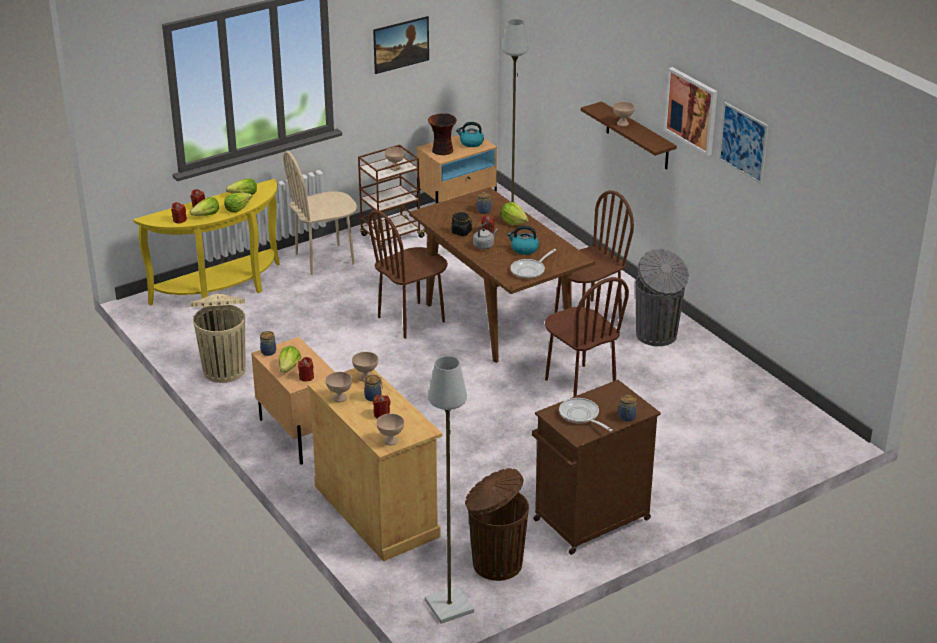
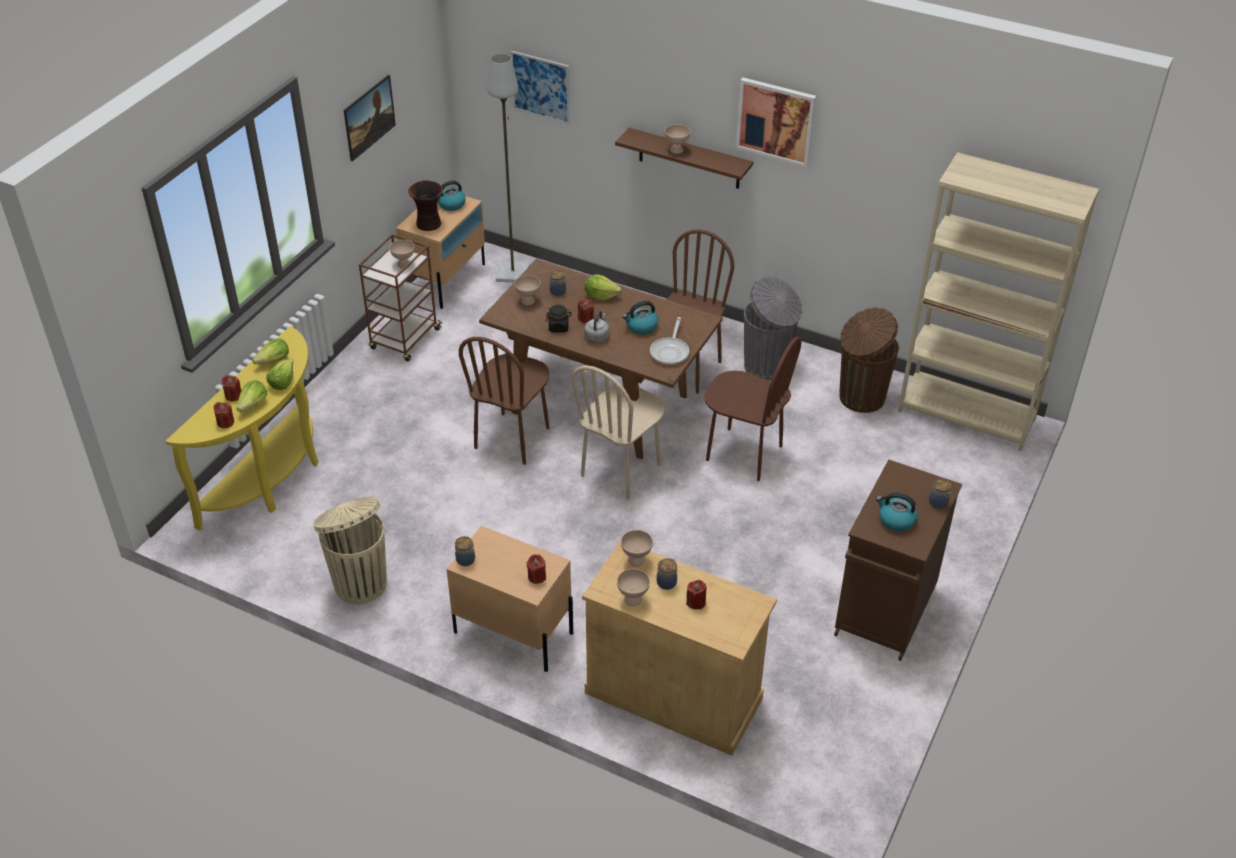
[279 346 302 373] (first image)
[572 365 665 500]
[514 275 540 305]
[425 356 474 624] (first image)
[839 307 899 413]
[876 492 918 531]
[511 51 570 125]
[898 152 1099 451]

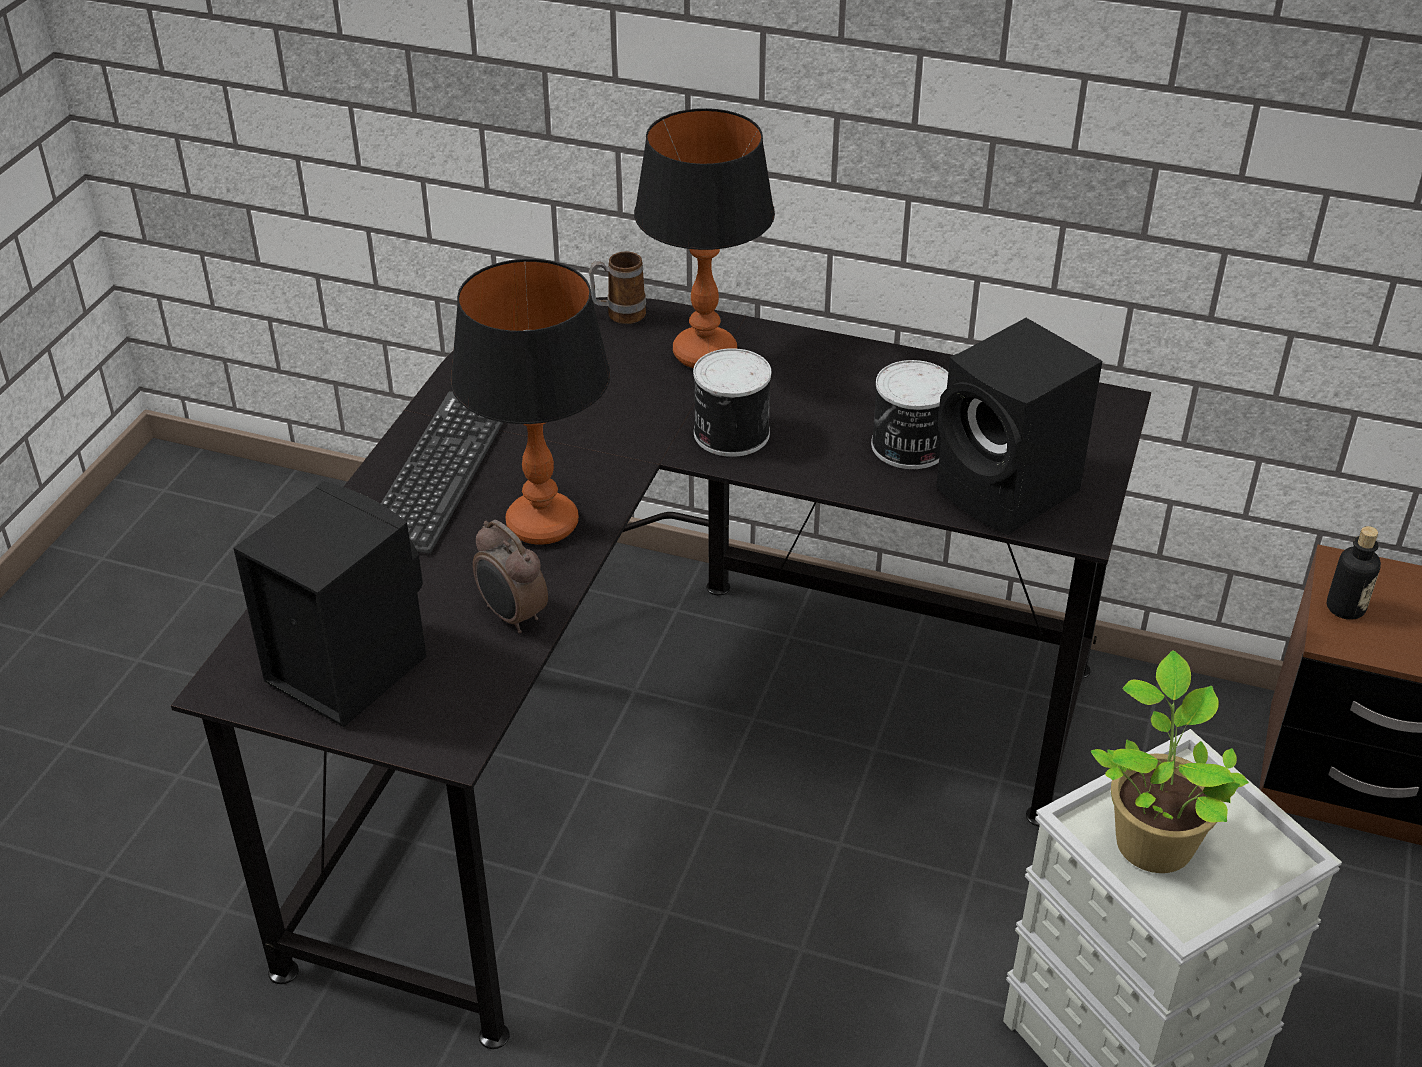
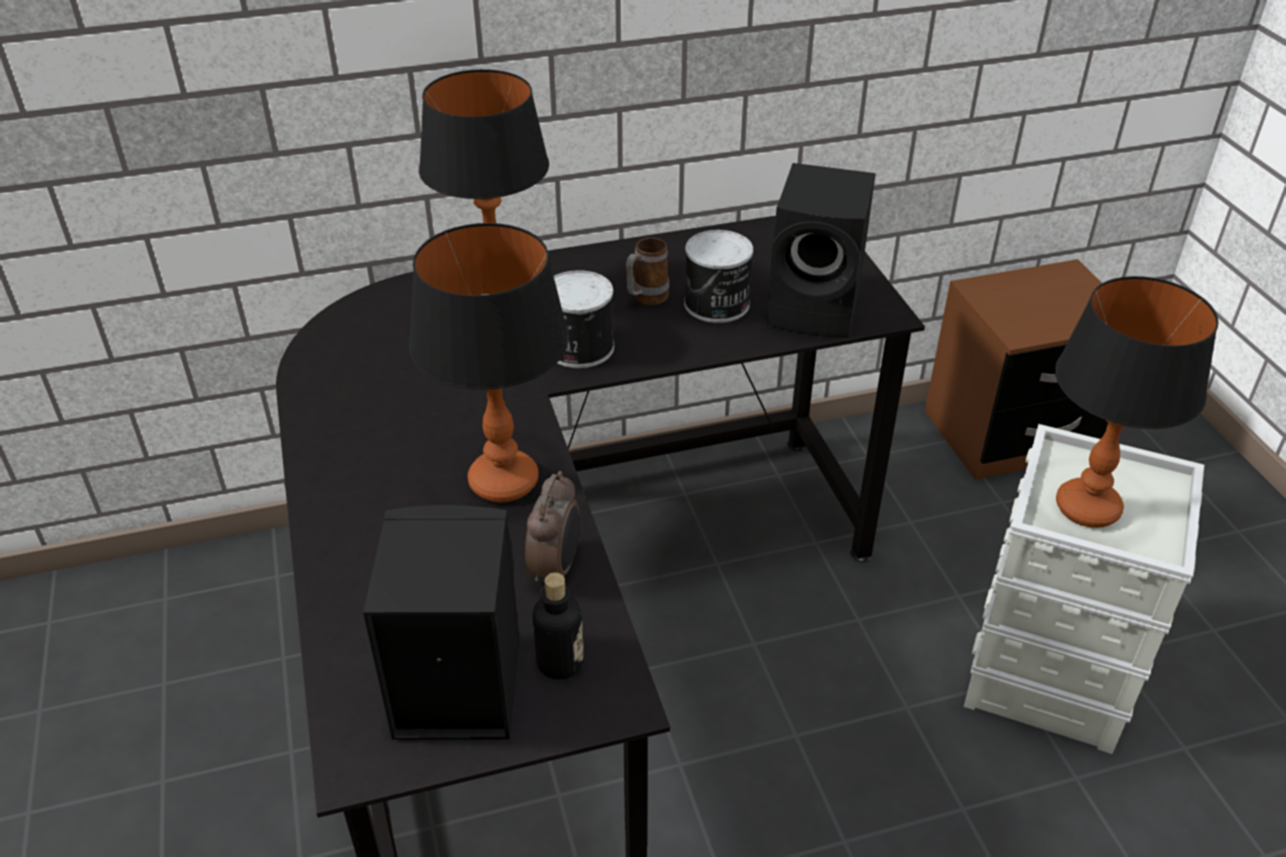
[381 391 503 554] (first image)
[525 471 580 581]
[626 237 669 305]
[1055 276 1219 528]
[533 573 584 680]

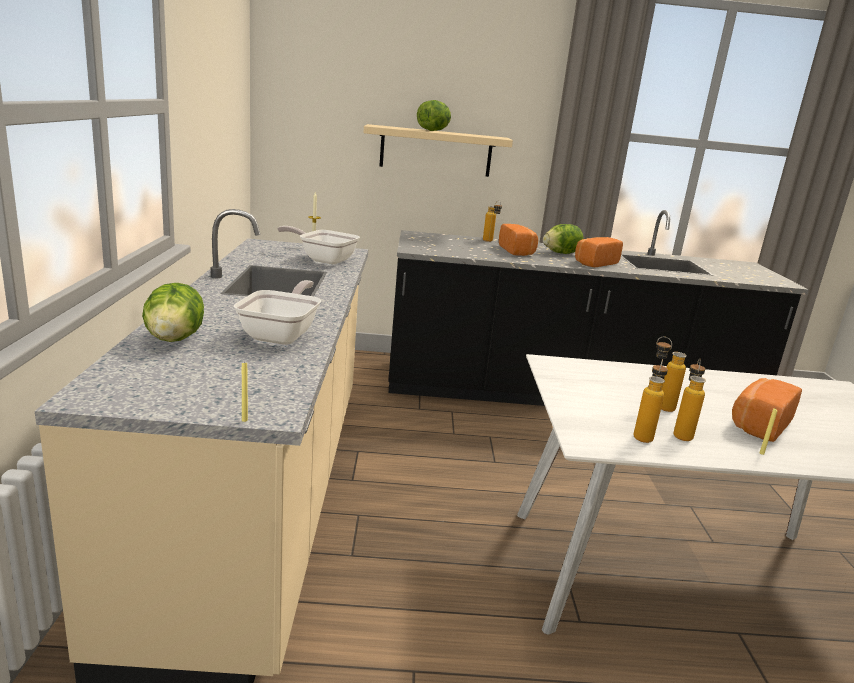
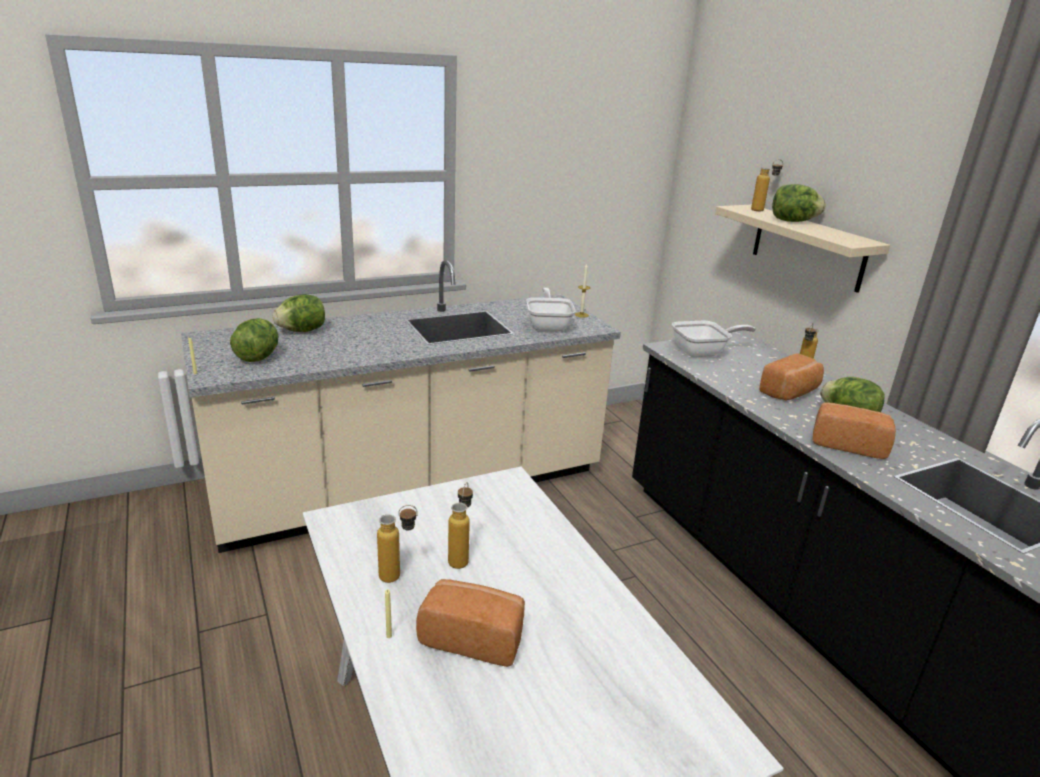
[672 321 756 358]
[751 159 783 211]
[230 318 279 362]

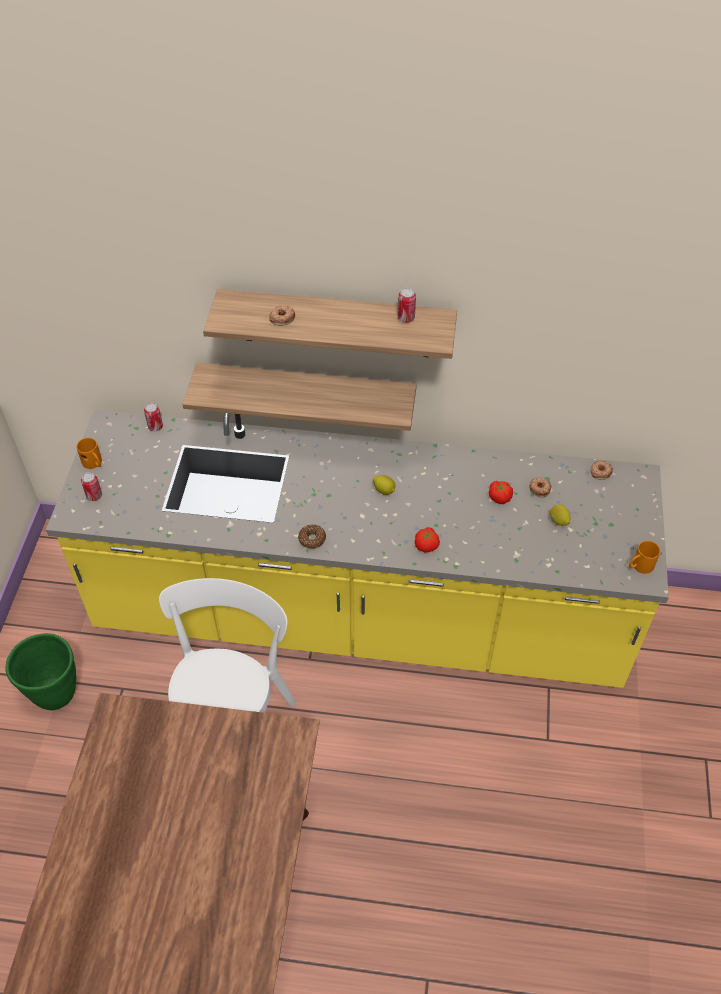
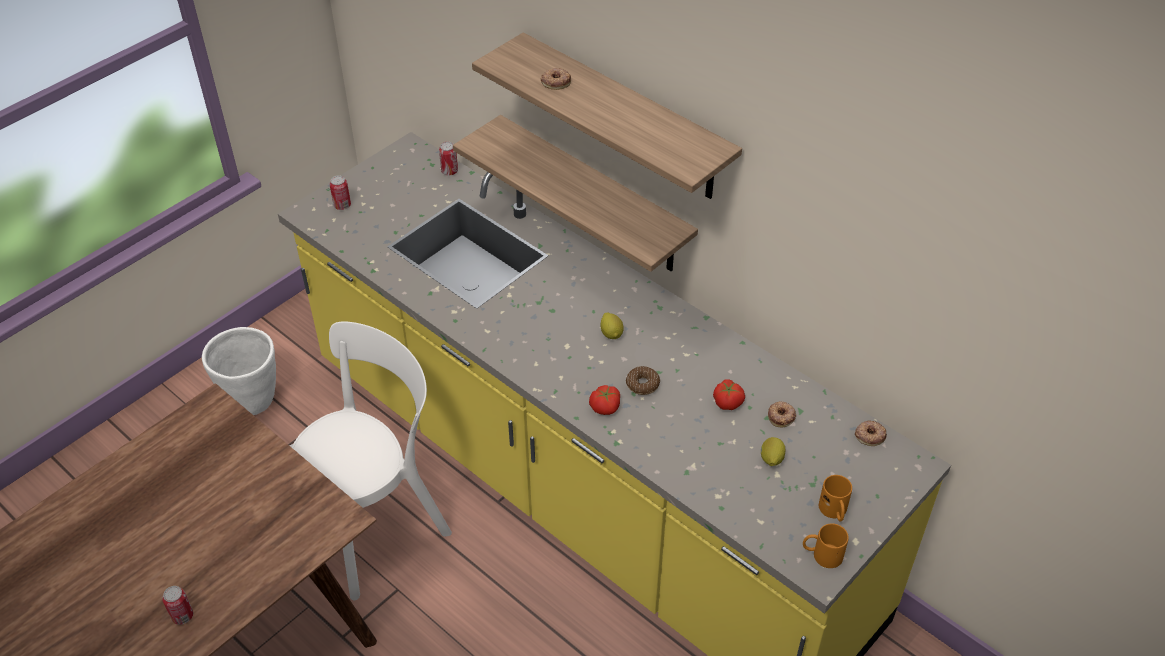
[202 327 276 415]
[819 475 852 521]
[626 366 660 395]
[162 586 193 625]

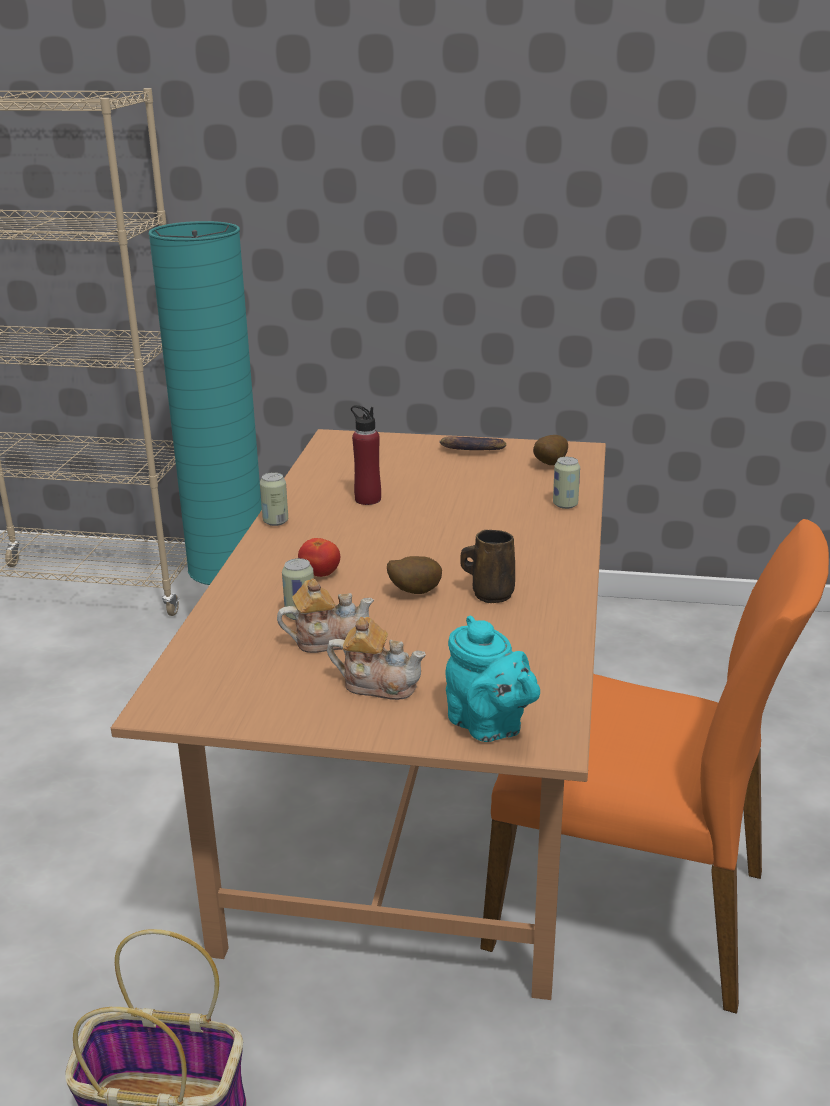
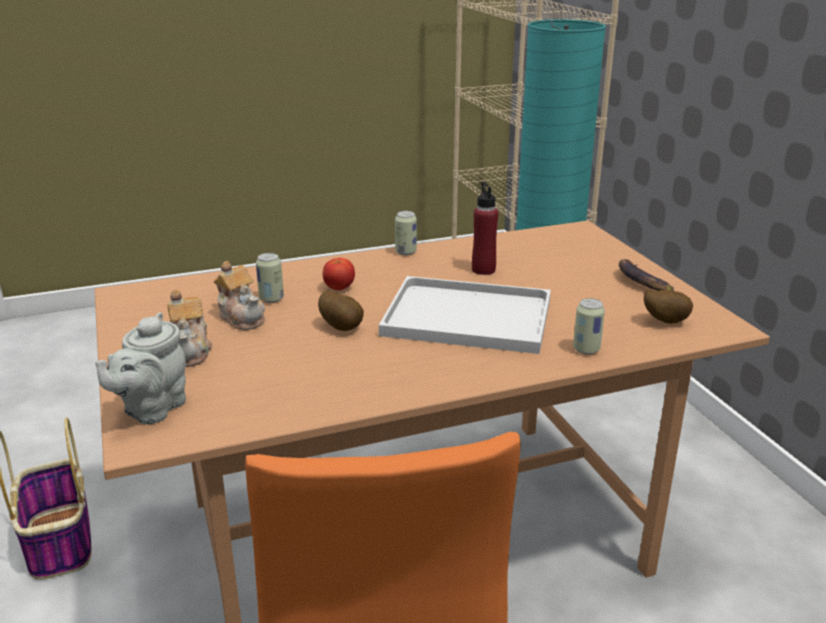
[95 312 186 424]
[460 530 515 603] (first image)
[379 276 551 354]

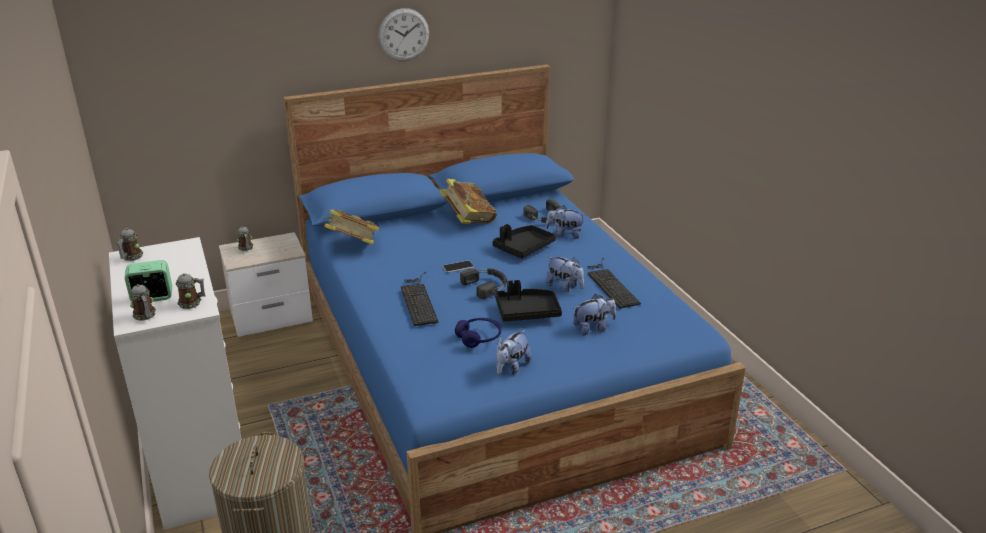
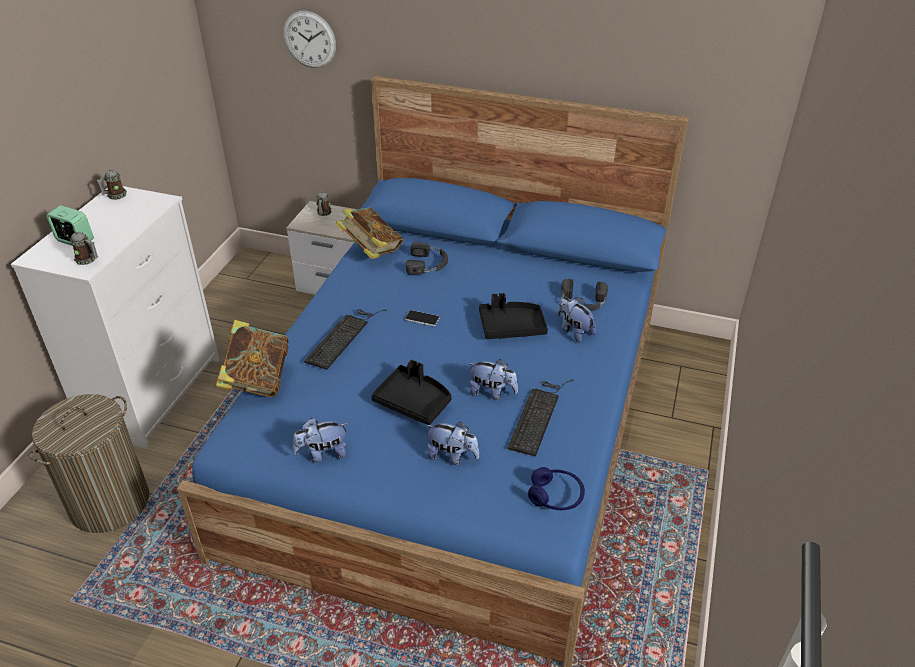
[130 284 156 321] (first image)
[283 11 336 68]
[216 320 289 397]
[528 467 585 510]
[406 242 448 275]
[468 359 518 400]

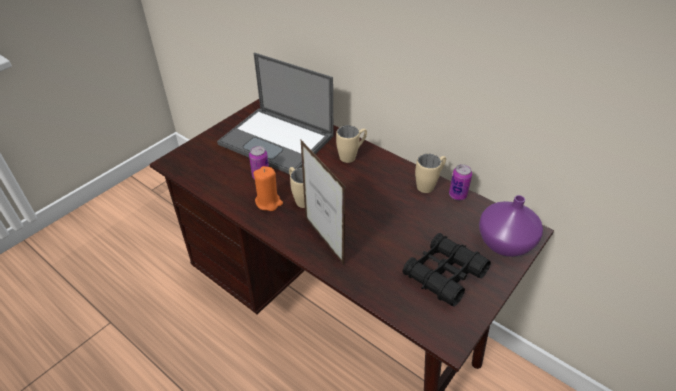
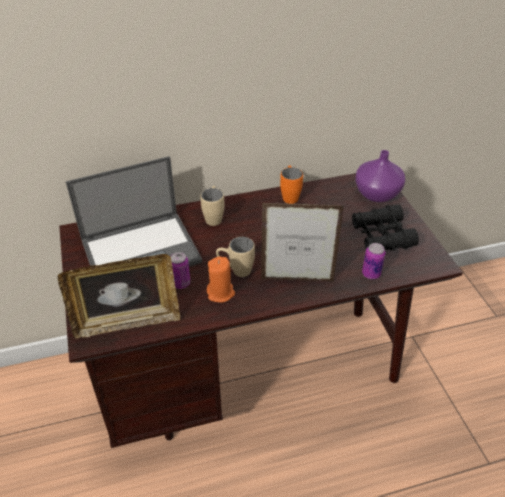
[280 166 303 204]
[362 243 386 279]
[58 254 180 339]

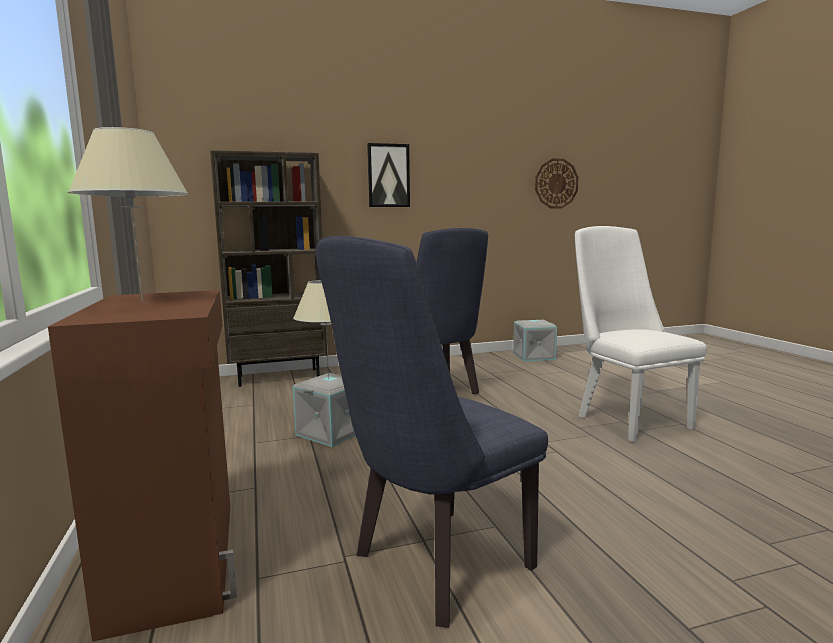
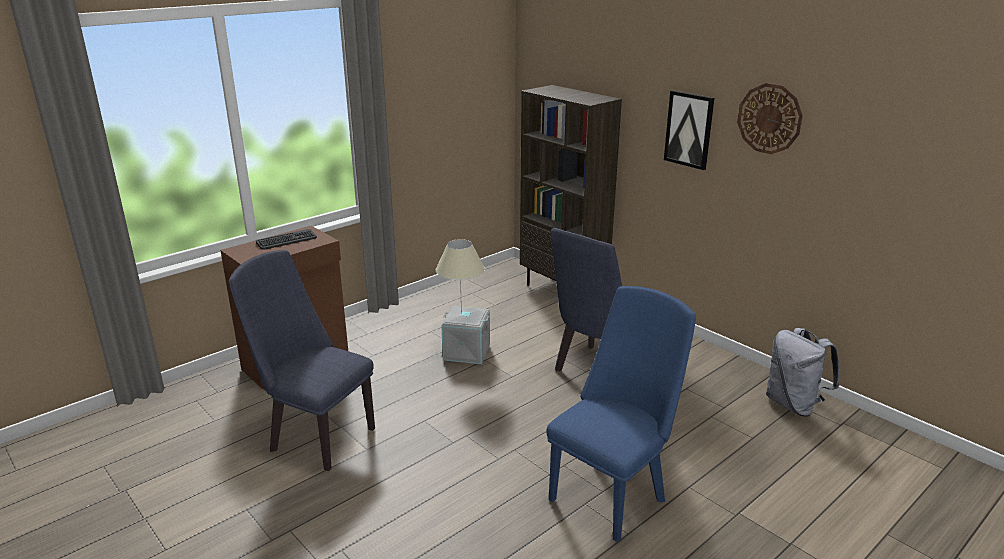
[256 229 317 250]
[766 328 839 417]
[737 83 803 154]
[547 286 696 542]

